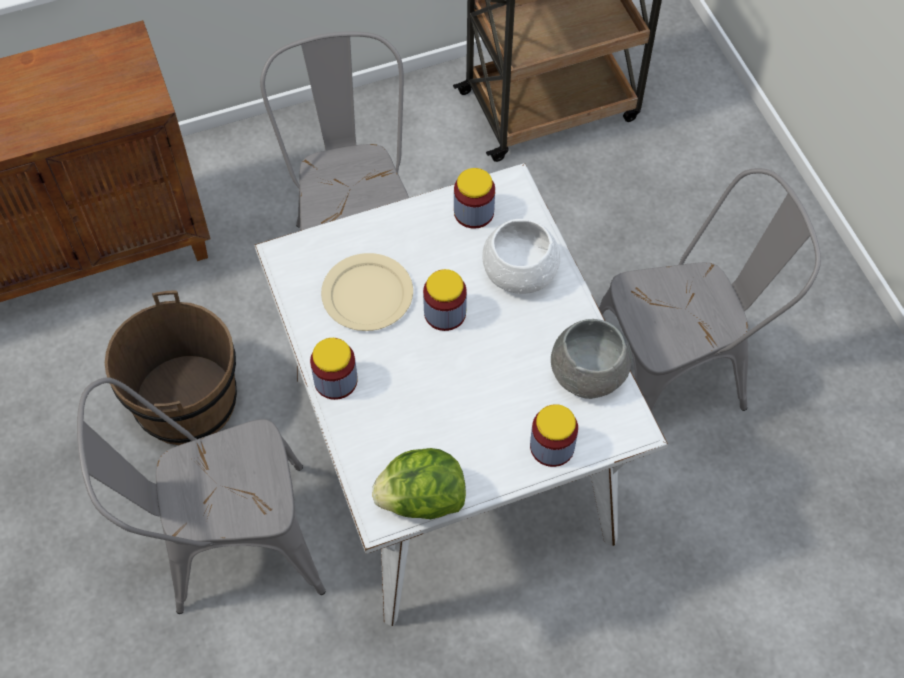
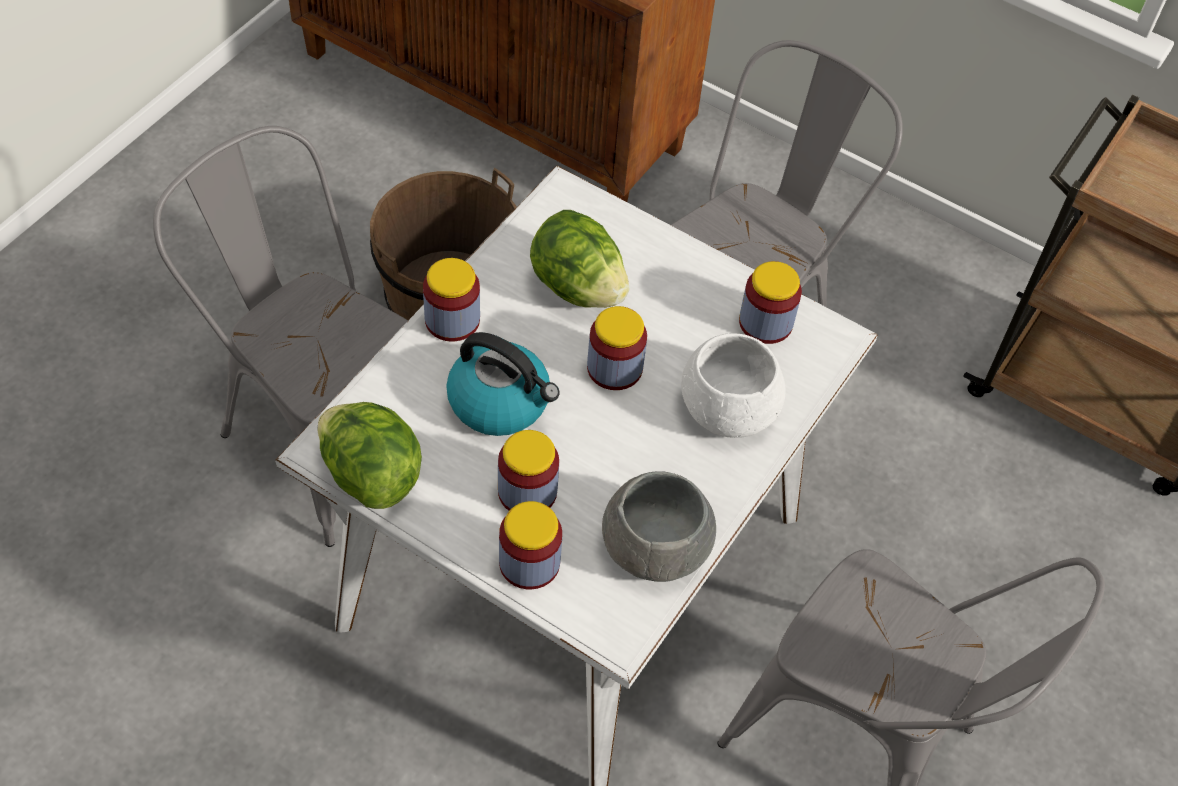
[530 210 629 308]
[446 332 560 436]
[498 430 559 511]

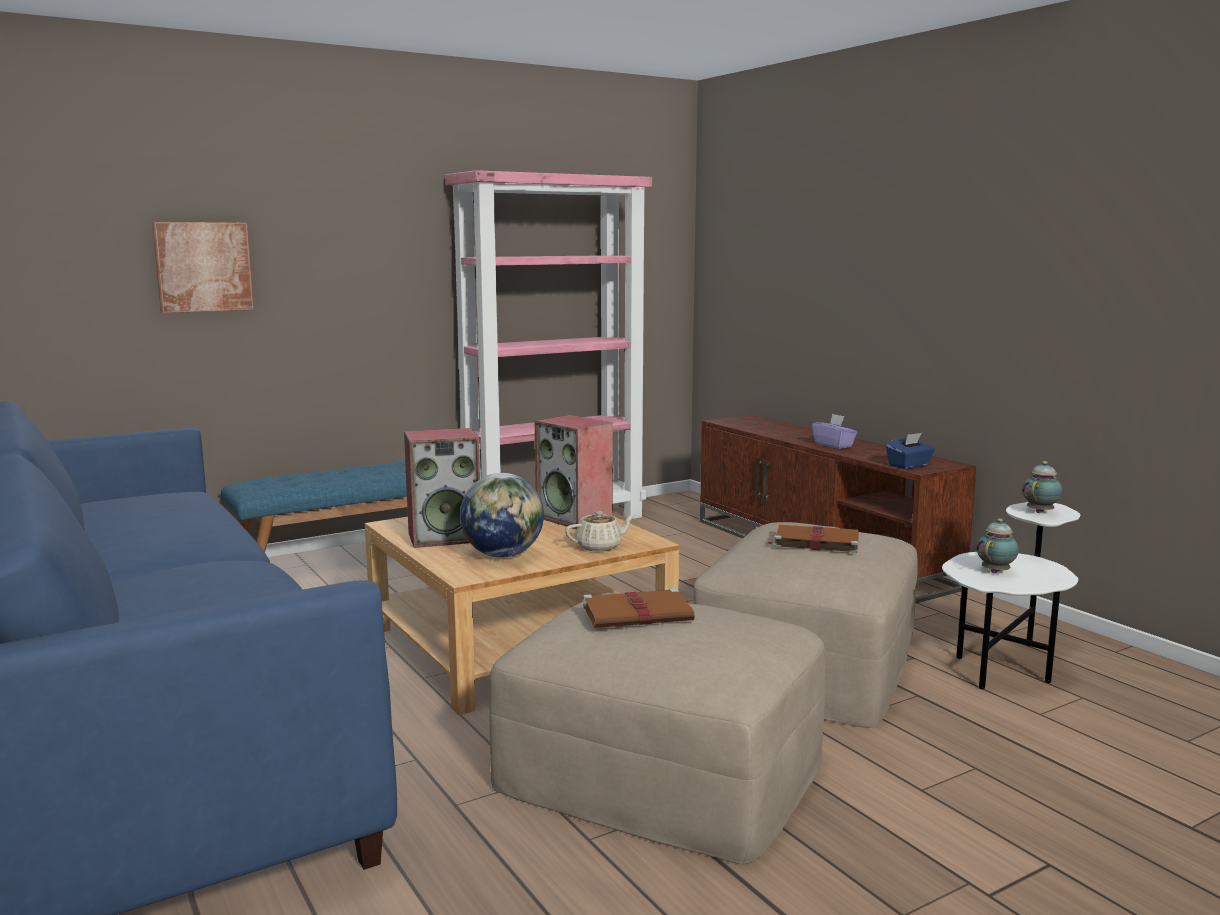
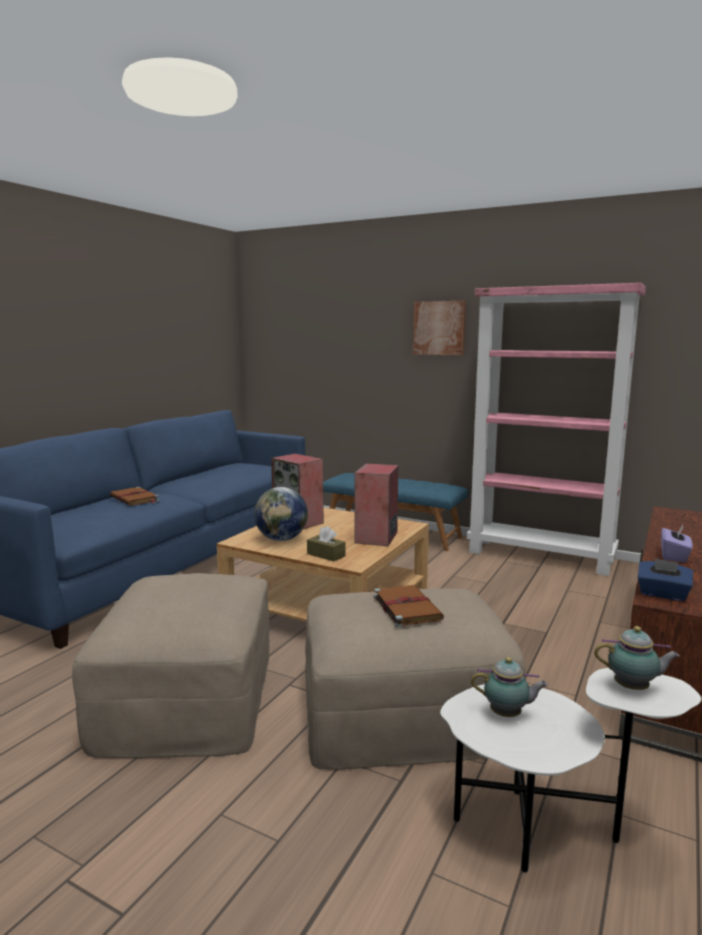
[413 300 466 356]
[307 526 346 561]
[110 487 160 506]

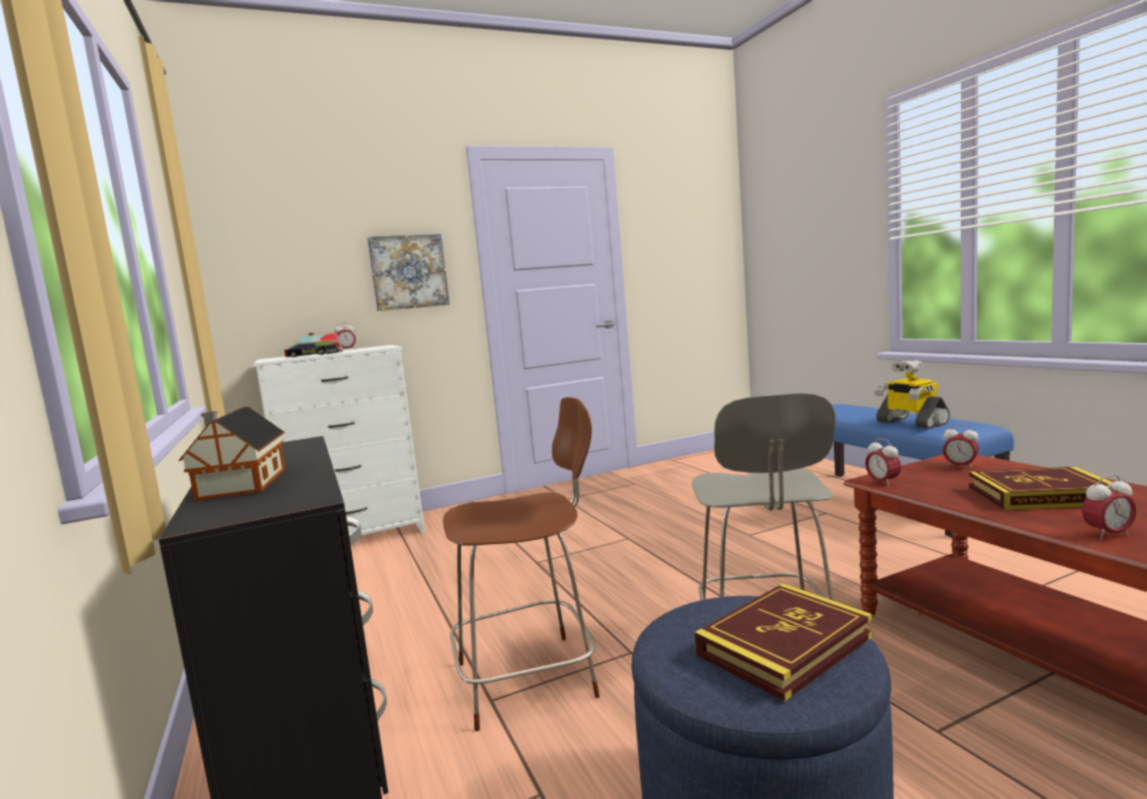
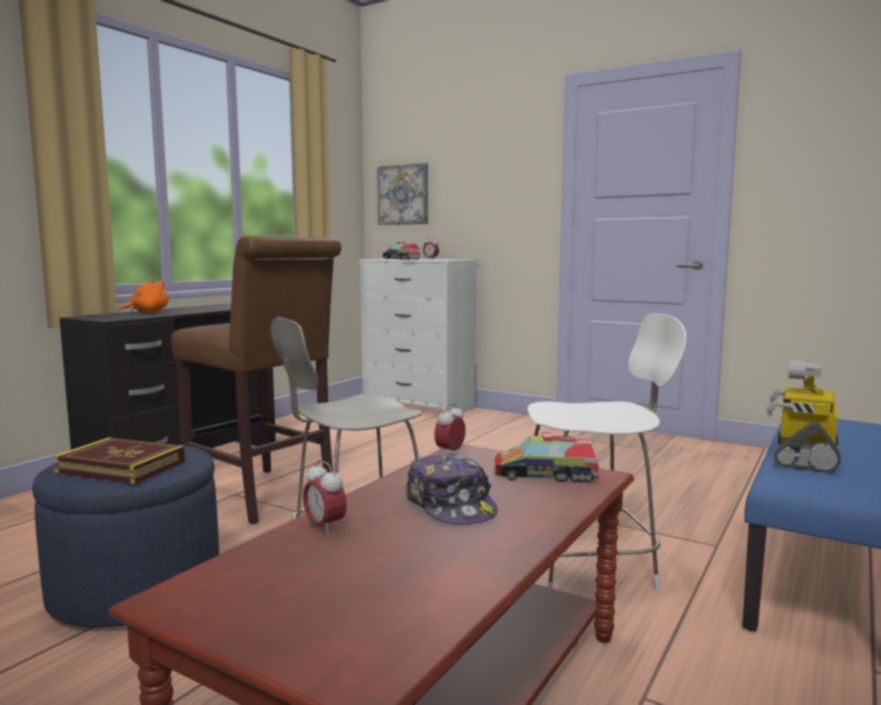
[118 281 169 312]
[377 163 428 225]
[171 236 341 524]
[494 432 599 483]
[405 453 498 525]
[527 313 687 590]

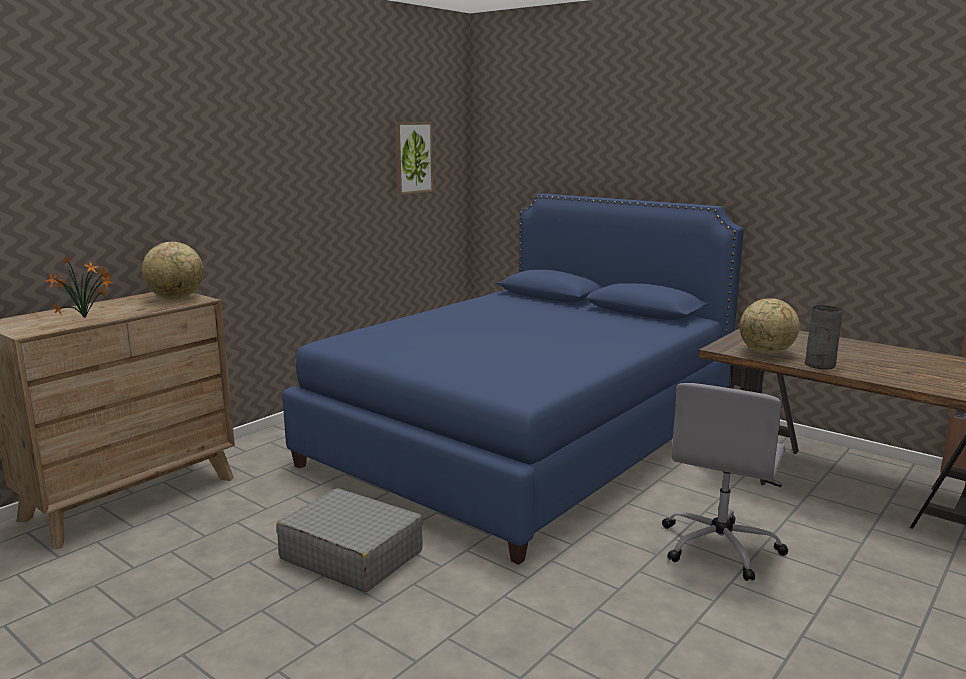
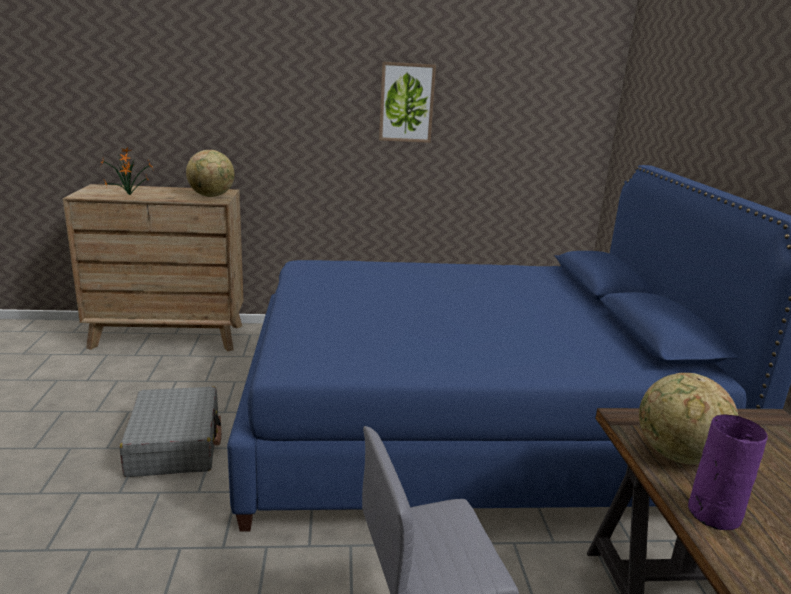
[379 62 436 143]
[688 415 768 530]

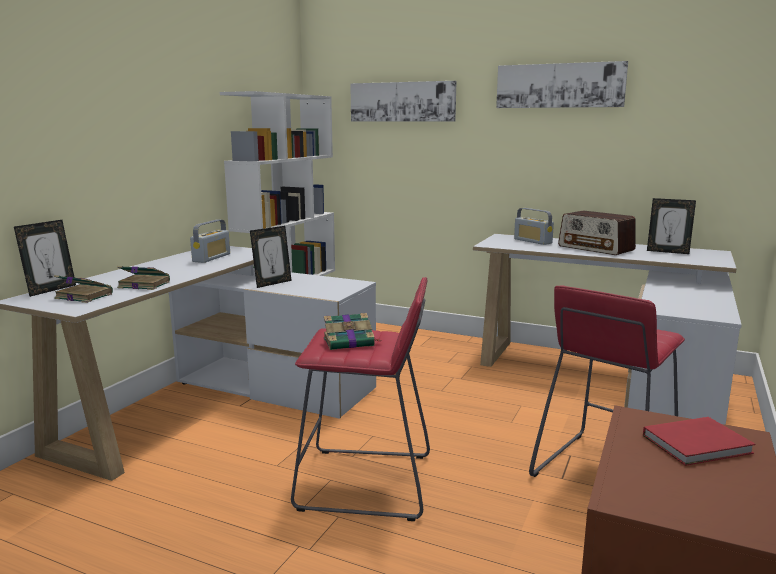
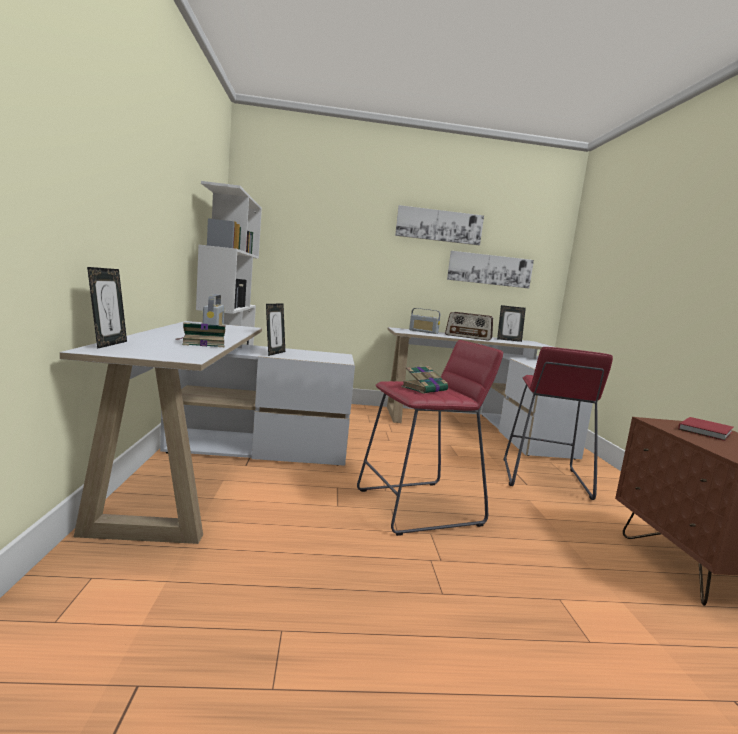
[54 275 113 303] (first image)
[447 251 534 288]

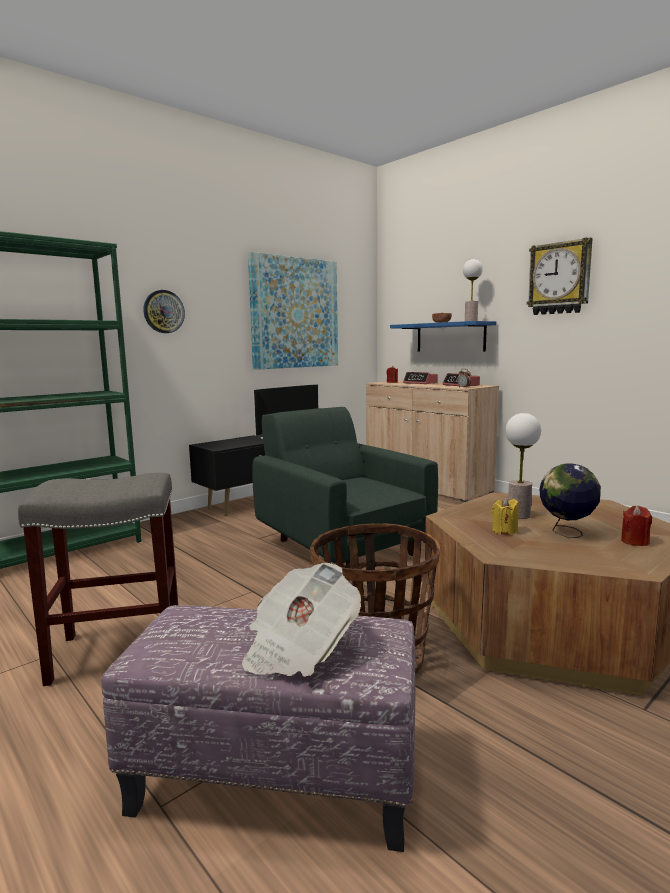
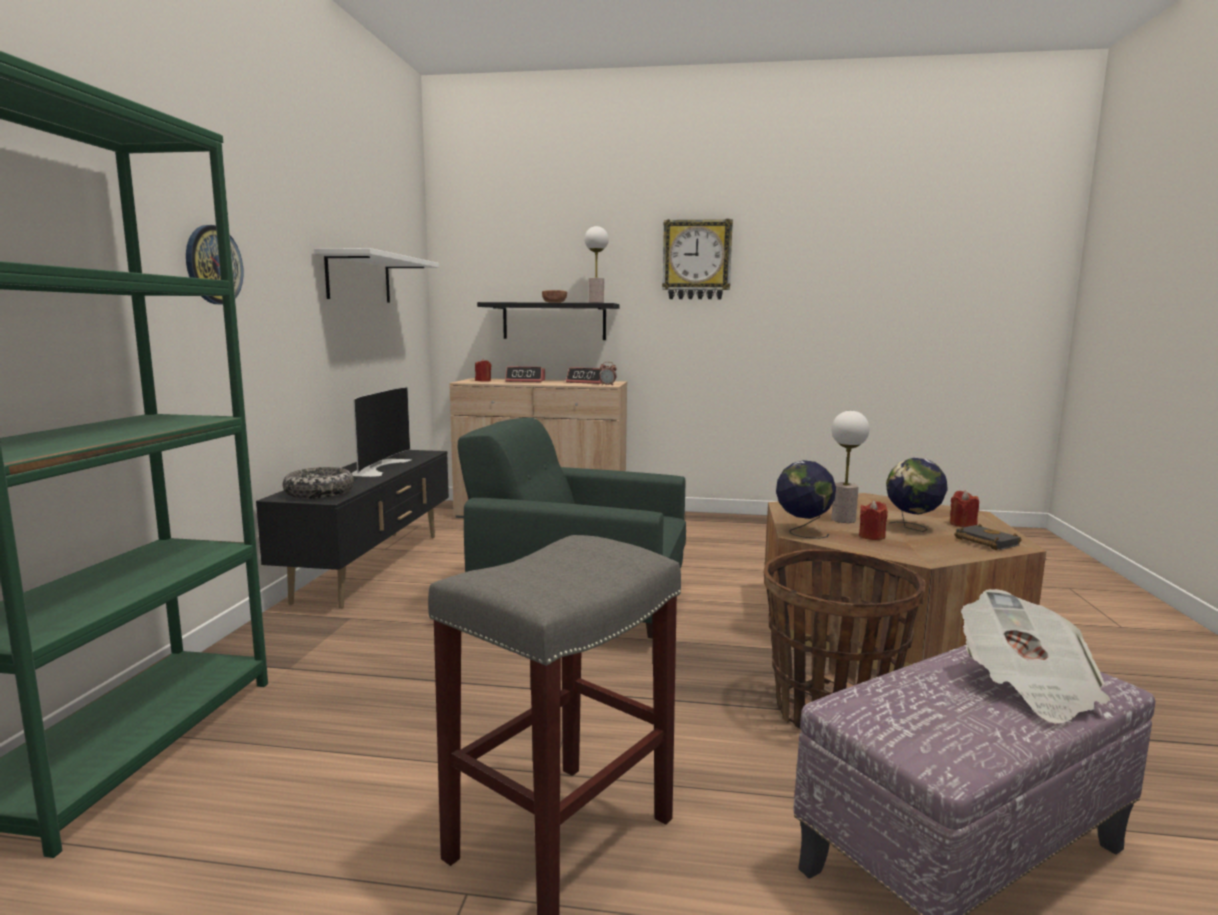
[314 248 439 303]
[477 302 619 340]
[859 500 888 540]
[283 467 354 499]
[776 460 836 539]
[954 524 1022 550]

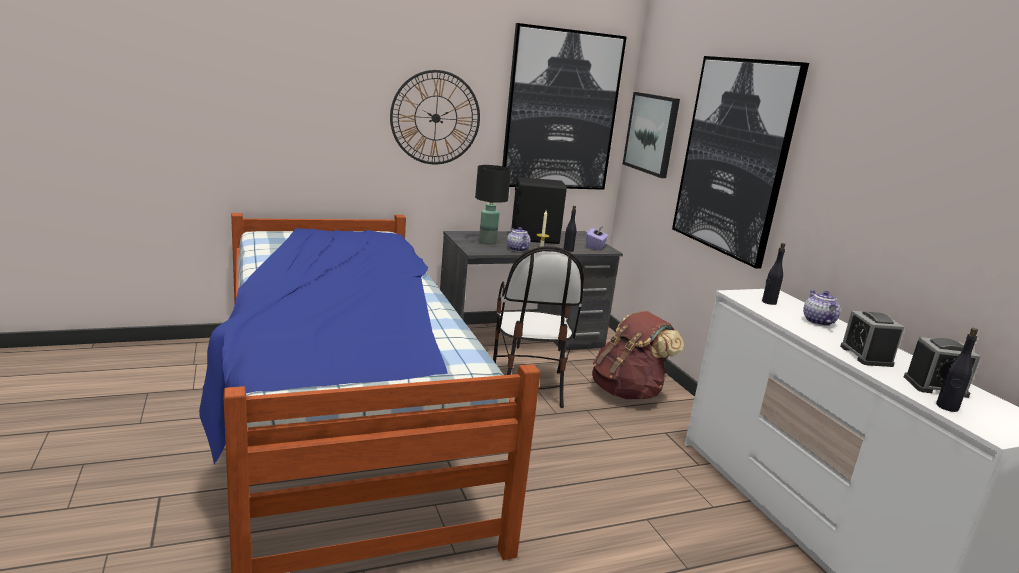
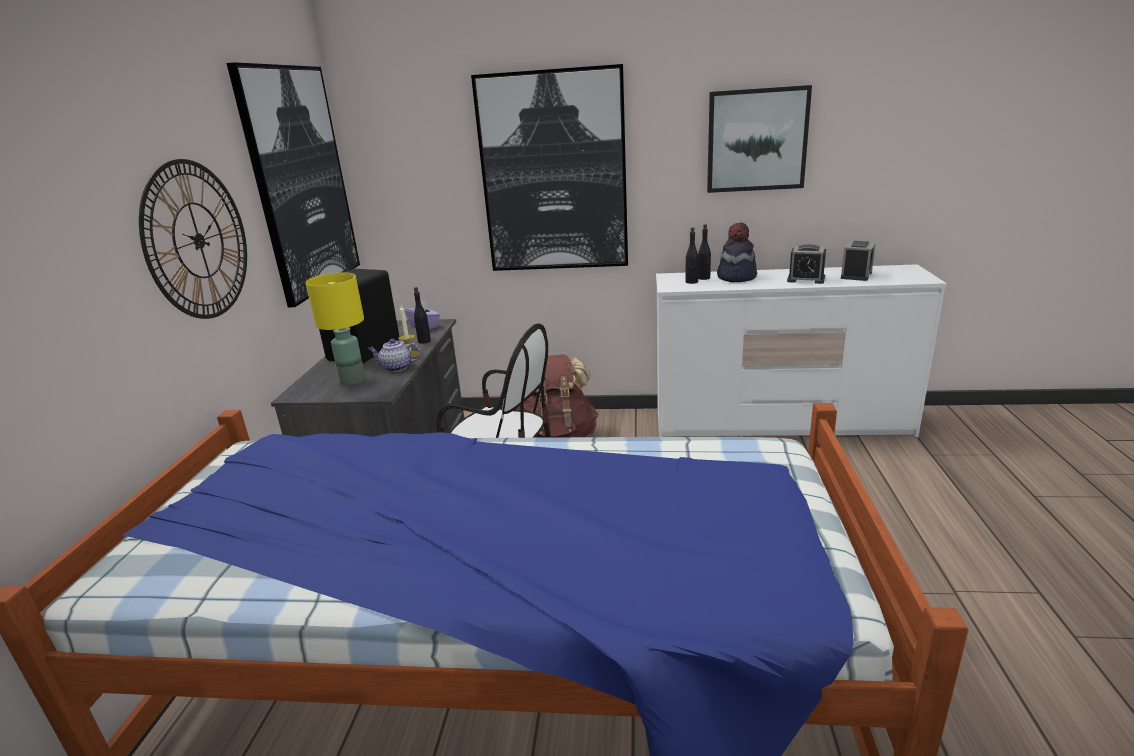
[305 272 365 386]
[707 85 812 193]
[717 222 757 282]
[698 224 711 280]

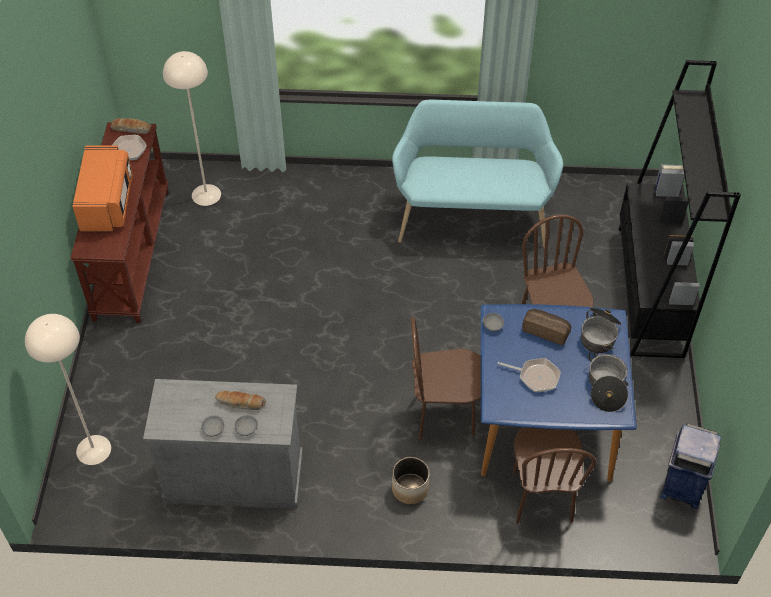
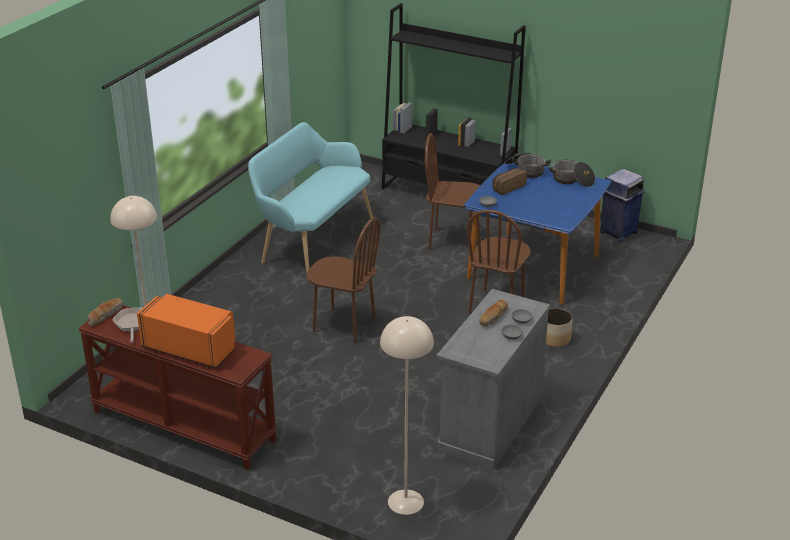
[497 358 561 392] (first image)
[306 217 381 343]

